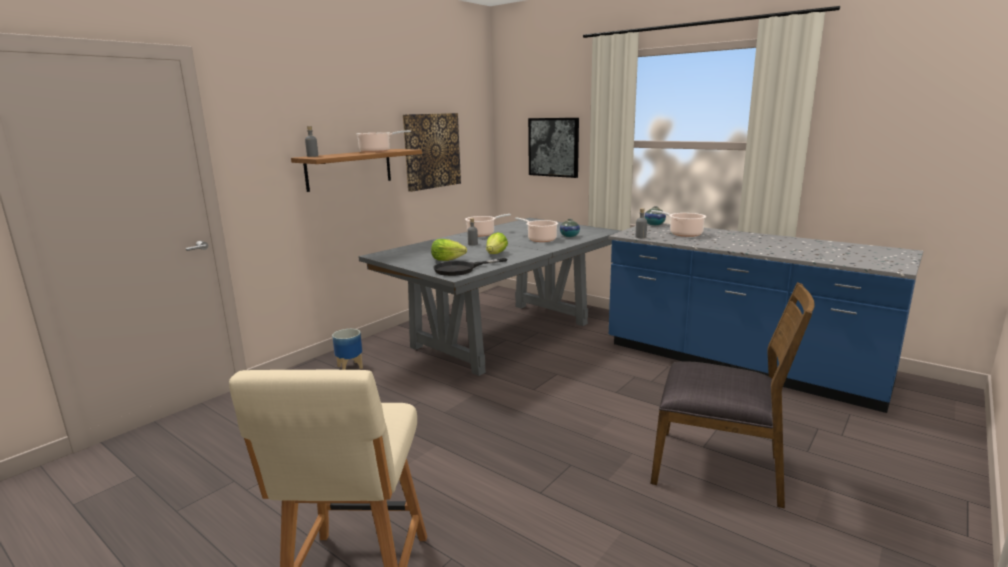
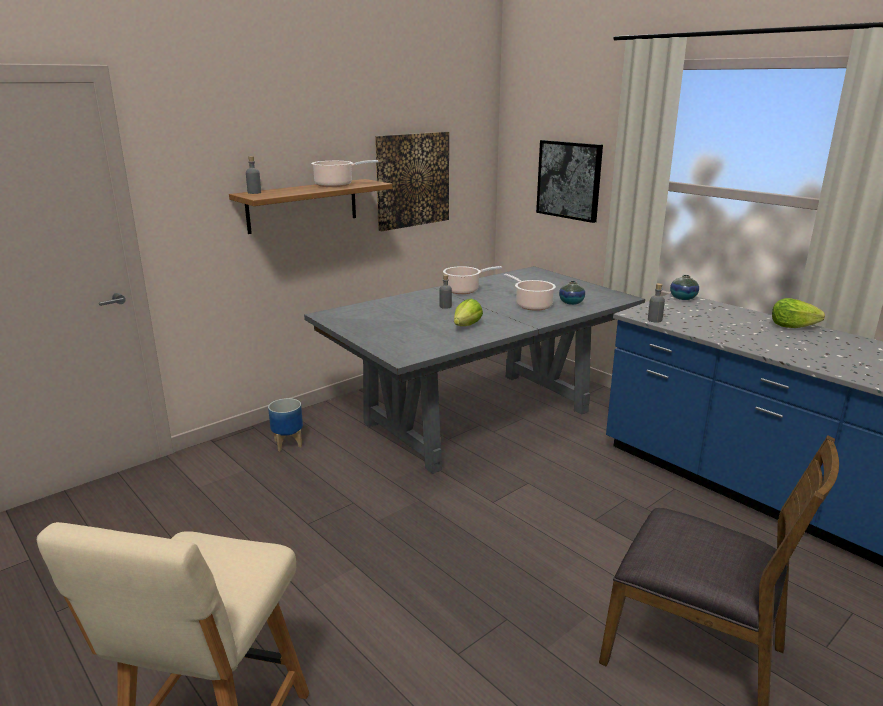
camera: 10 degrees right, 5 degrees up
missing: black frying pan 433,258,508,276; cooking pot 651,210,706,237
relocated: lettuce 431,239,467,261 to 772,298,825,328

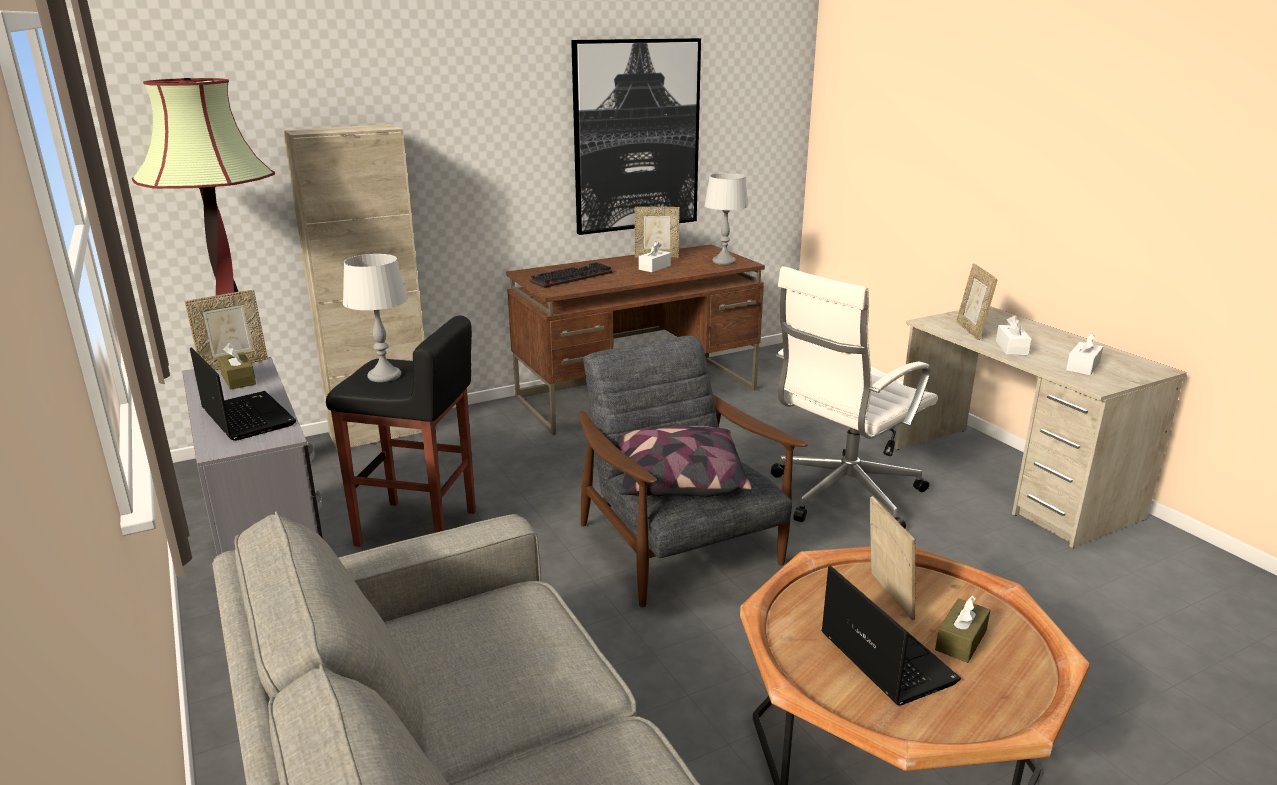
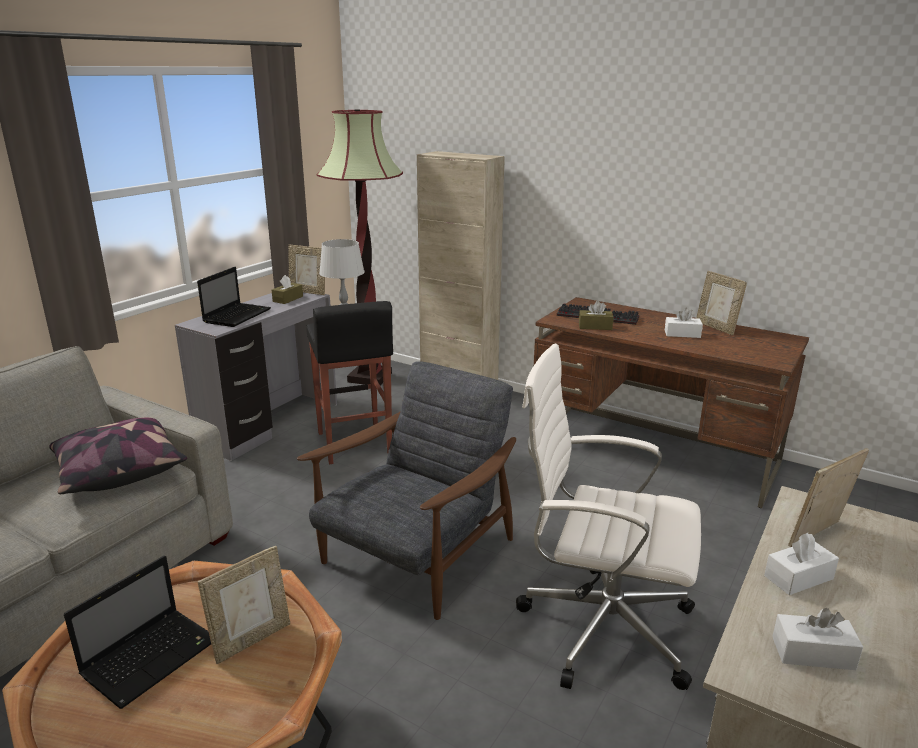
camera: 60 degrees right, 0 degrees up
missing: picture 571,38,701,235; grey table lamp 704,173,749,265
relocated: pillow 617,426,752,497 to 49,417,187,494; brown tissue box 935,596,990,663 to 579,301,614,330

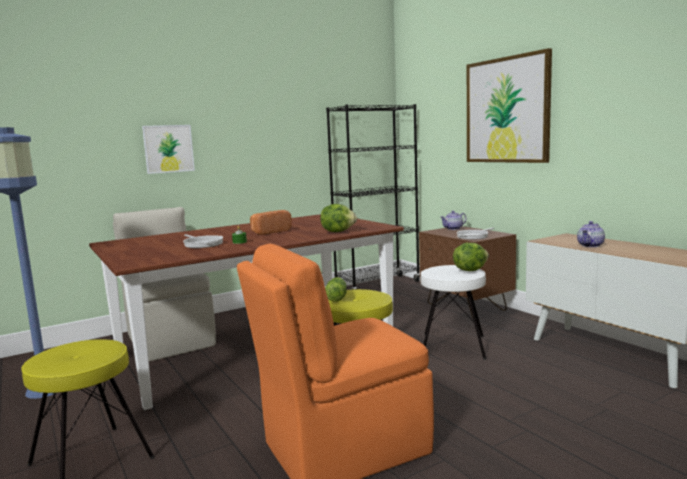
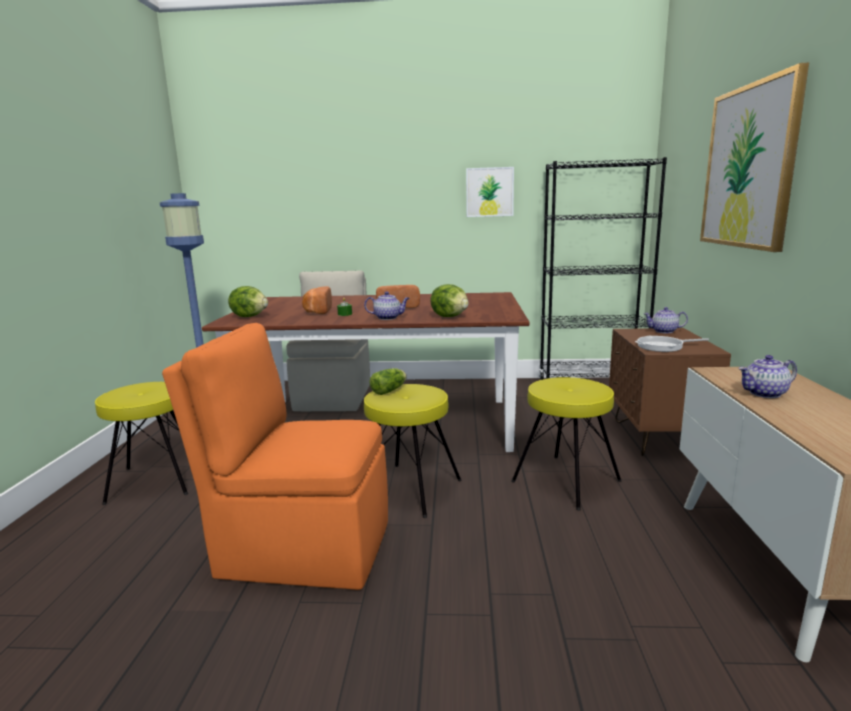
camera: 35 degrees right, 5 degrees up
appeared: teapot 364,291,409,320
relocated: picture 142,125,195,174 to 466,167,514,217; lettuce 453,243,489,271 to 228,286,268,317
exchanged: frying pan 183,234,223,248 to bread 302,286,332,314
colour: white stool 420,265,486,360 to yellow stool 511,377,621,511

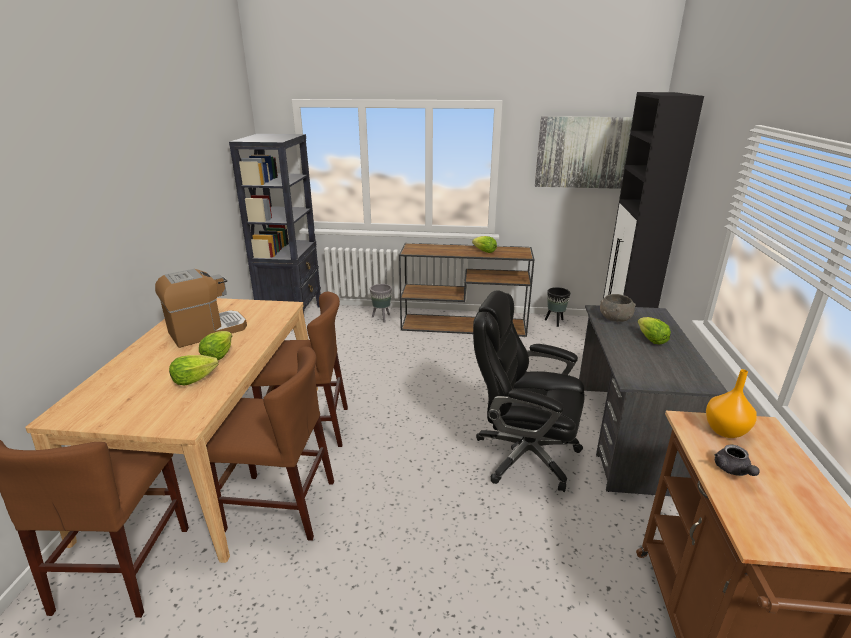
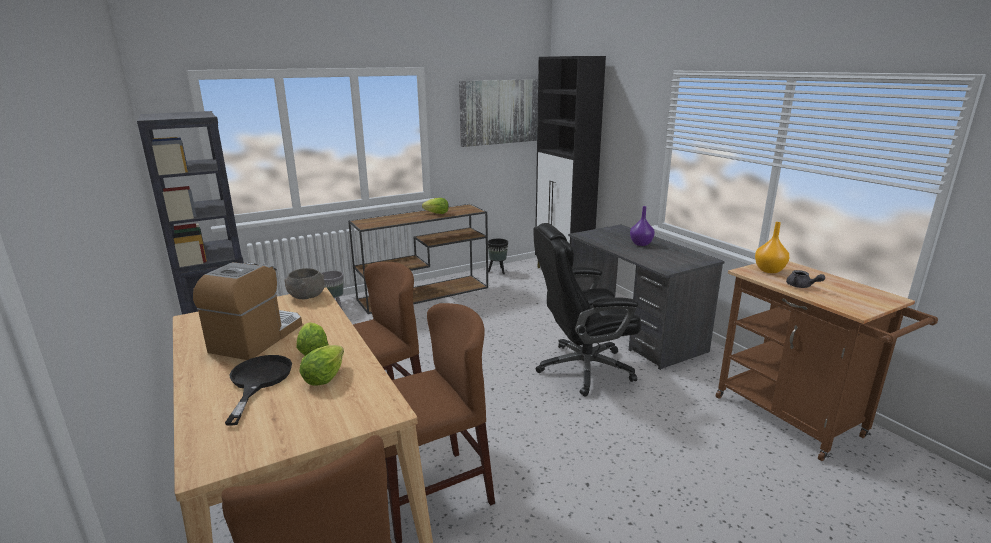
camera: 35 degrees left, 5 degrees down
appeared: black frying pan 225,355,292,426
relocated: grey bowl 600,294,636,322 to 284,268,325,299
exchanged: lettuce 638,317,671,344 to purple vase 630,206,655,246

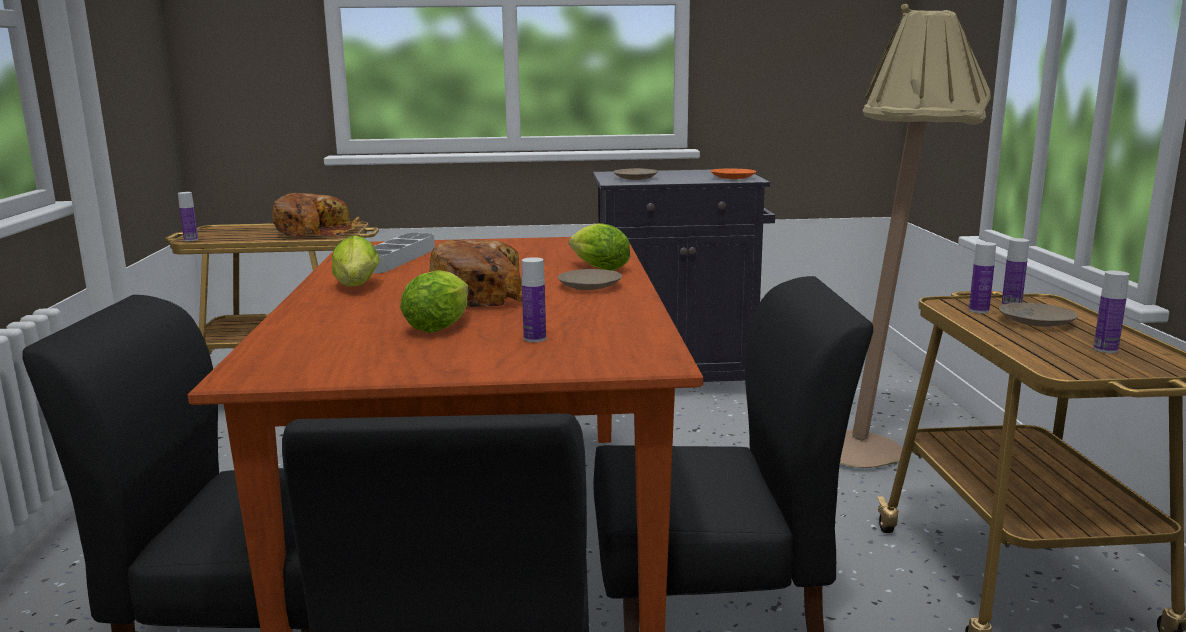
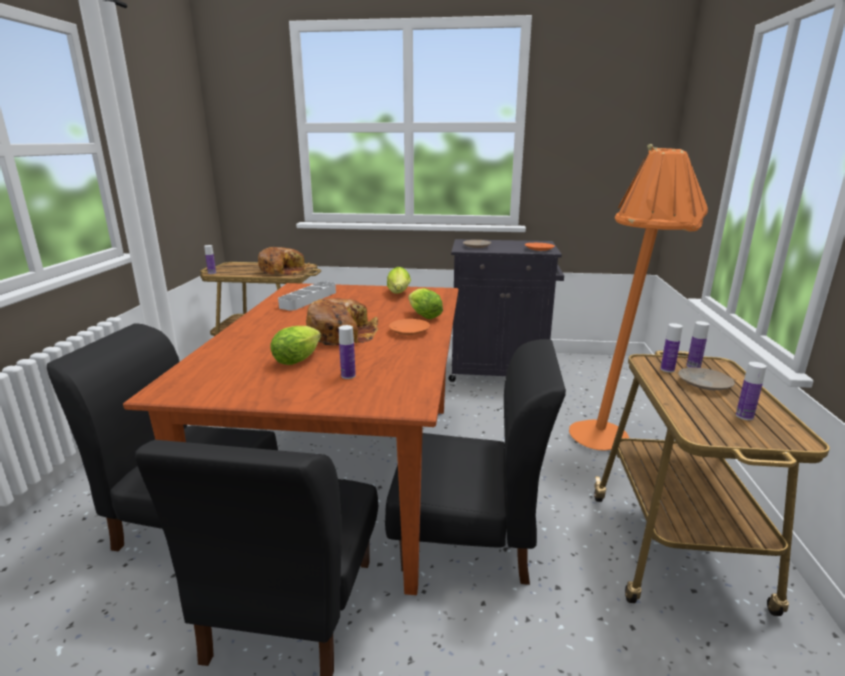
camera: 10 degrees right, 5 degrees up
relocated: lettuce 332,235,380,287 to 387,267,411,294
colour: beige plate 558,269,622,290 to orange plate 389,319,430,335; beige floor lamp 840,4,991,468 to orange floor lamp 569,144,708,450

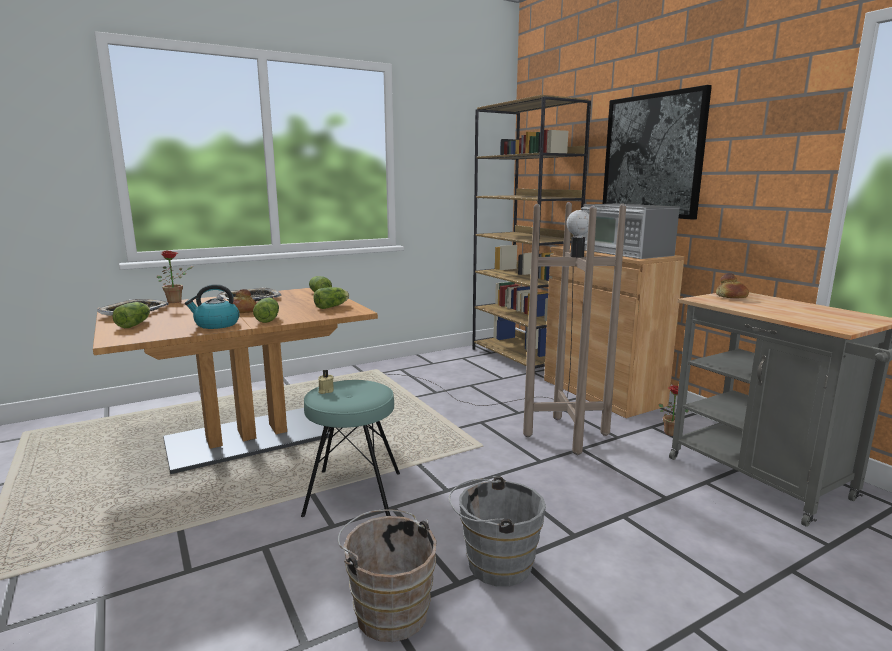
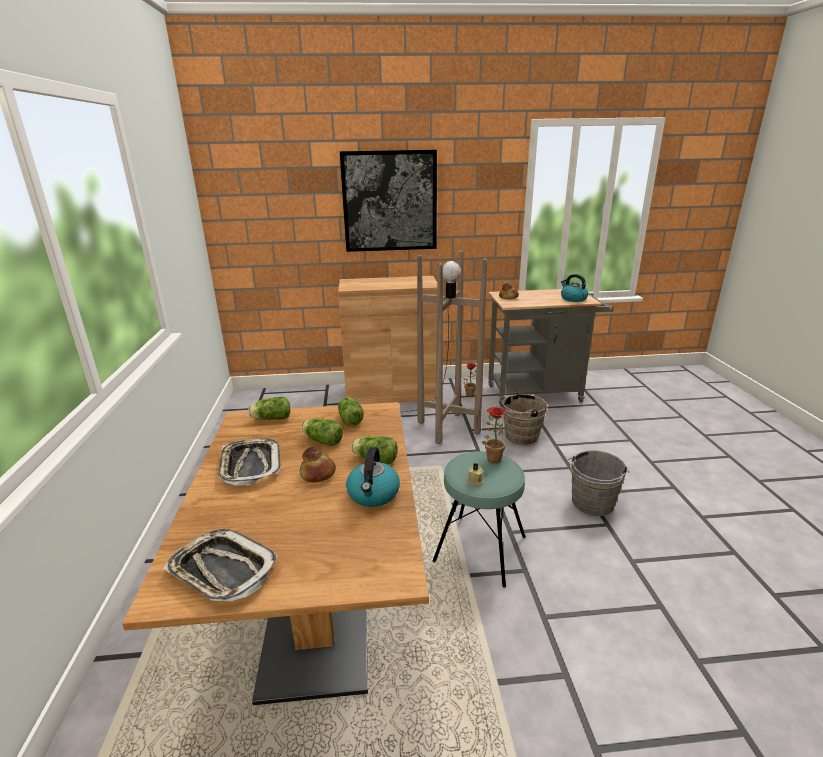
camera: 65 degrees left, 10 degrees up
missing: brown bookcase 472,95,591,368; microwave 581,204,680,259
appeared: kettle 561,274,588,302
relocated: lettuce 112,302,150,328 to 302,418,343,446; potted plant 157,251,193,303 to 482,407,510,463; brown bucket 338,509,437,642 to 497,392,547,445

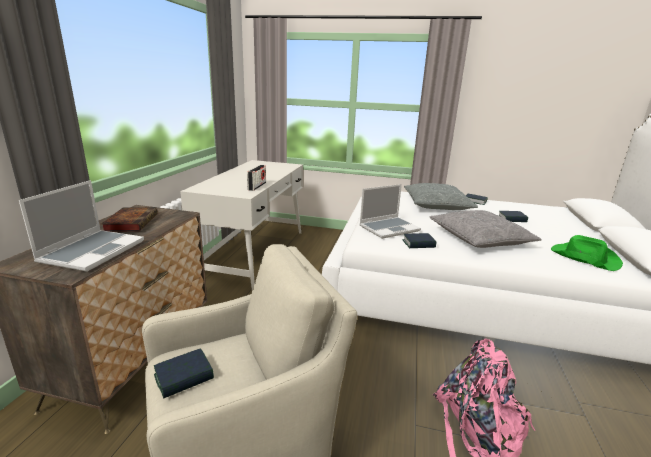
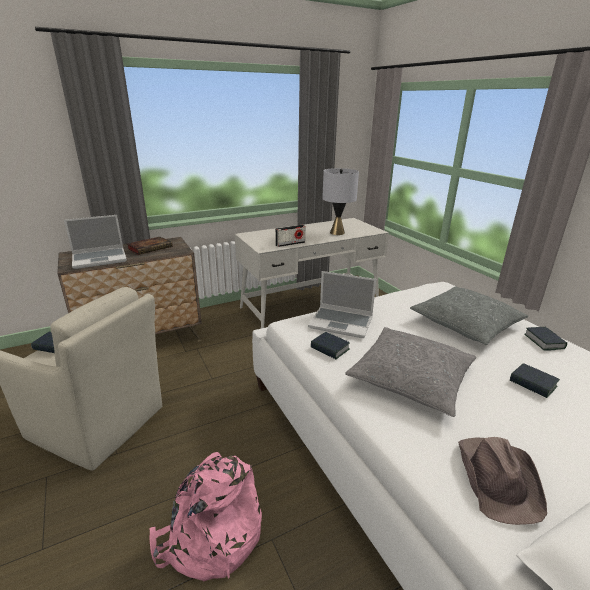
camera: 50 degrees right, 5 degrees up
appeared: grey table lamp 322,168,359,235
colour: green hat 551,235,623,271 to brown hat 458,437,547,525

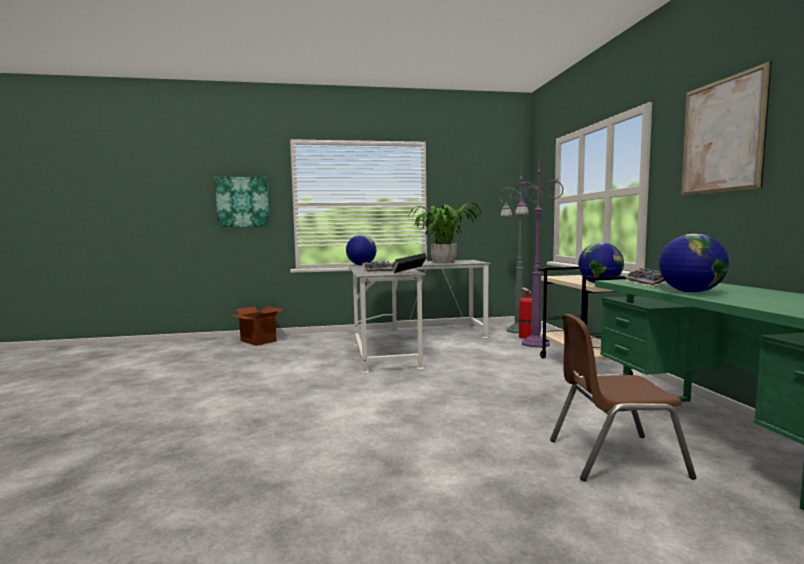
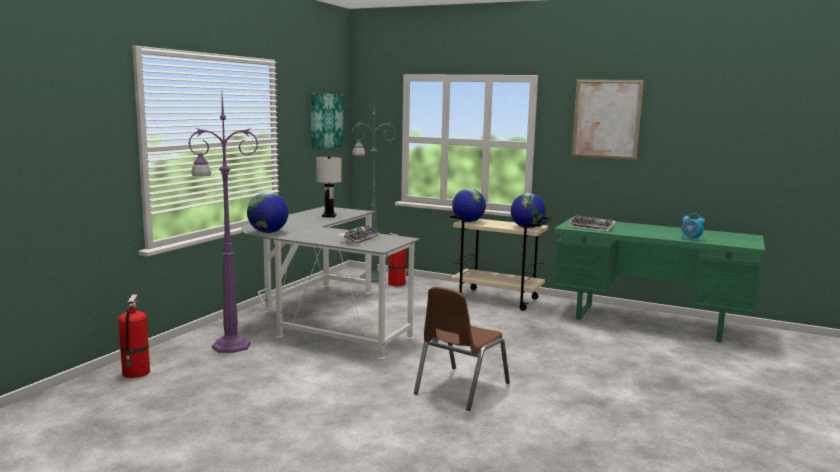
camera: 55 degrees left, 5 degrees up
missing: book 392,253,427,273
appeared: alarm clock 681,213,705,241
relocated: picture 215,177,269,227 to 311,93,343,149; purple floor lamp 515,161,564,348 to 188,96,258,353; brown chair 550,314,696,481 to 414,287,510,411; globe 659,234,729,293 to 452,189,486,222
exchanged: cardboard box 229,306,284,346 to fire extinguisher 118,294,150,378; potted plant 408,203,482,263 to white table lamp 316,156,342,217

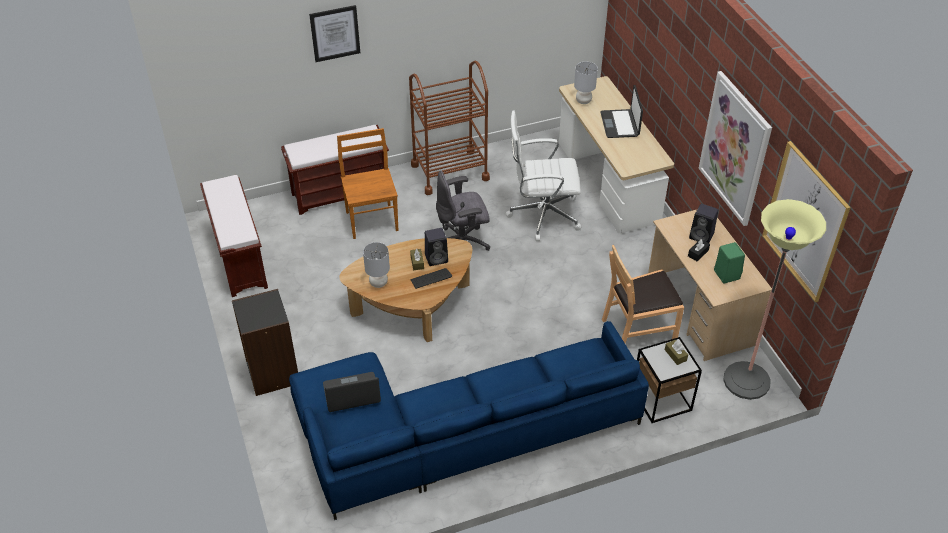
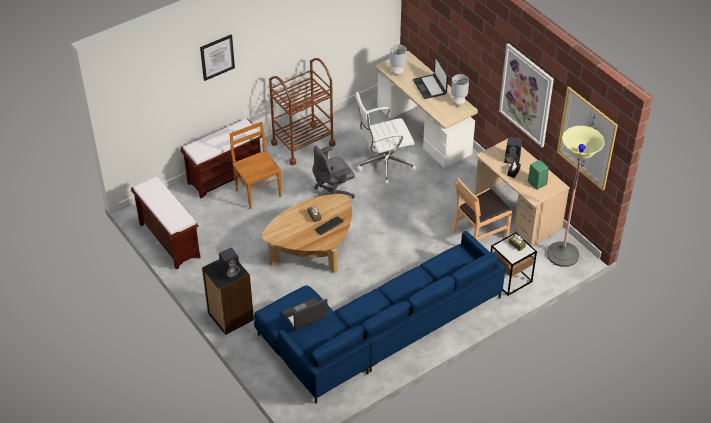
camera: 15 degrees left, 0 degrees up
relocated: grey table lamp 363,242,390,288 to 451,74,469,106; black speaker 425,228,448,266 to 219,248,241,279

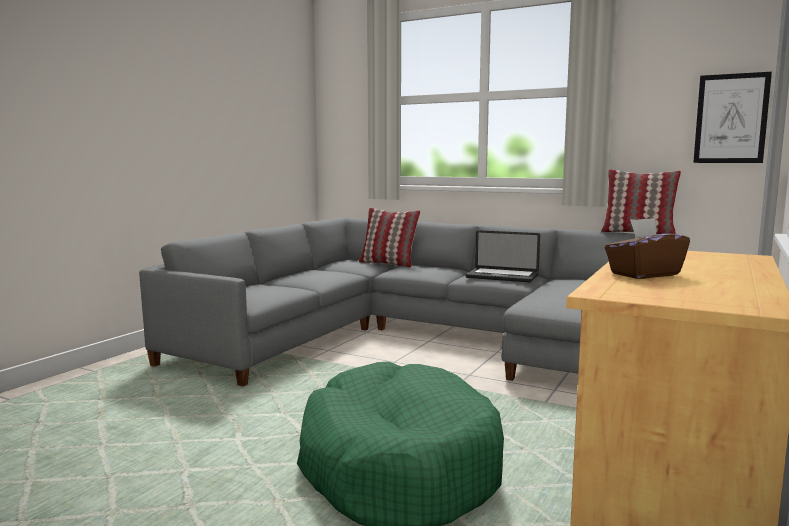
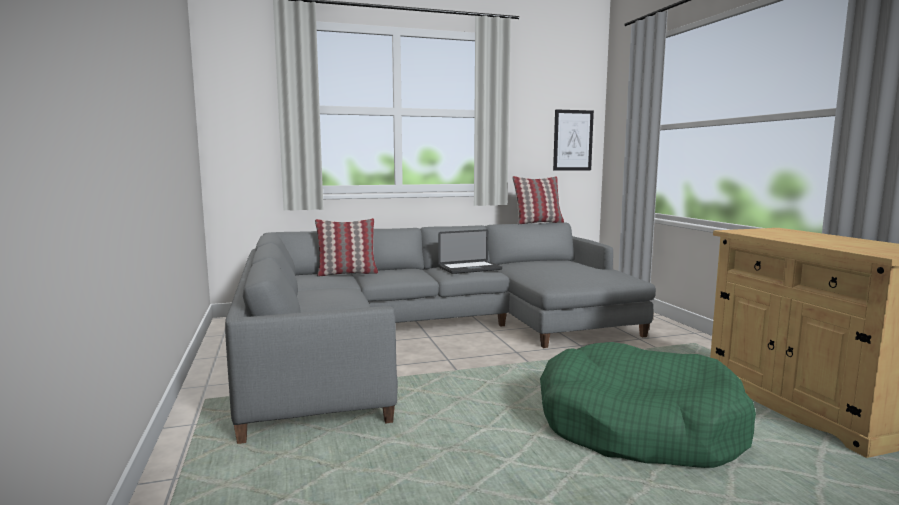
camera: 45 degrees left, 0 degrees up
missing: brown tissue box 605,218,690,279

